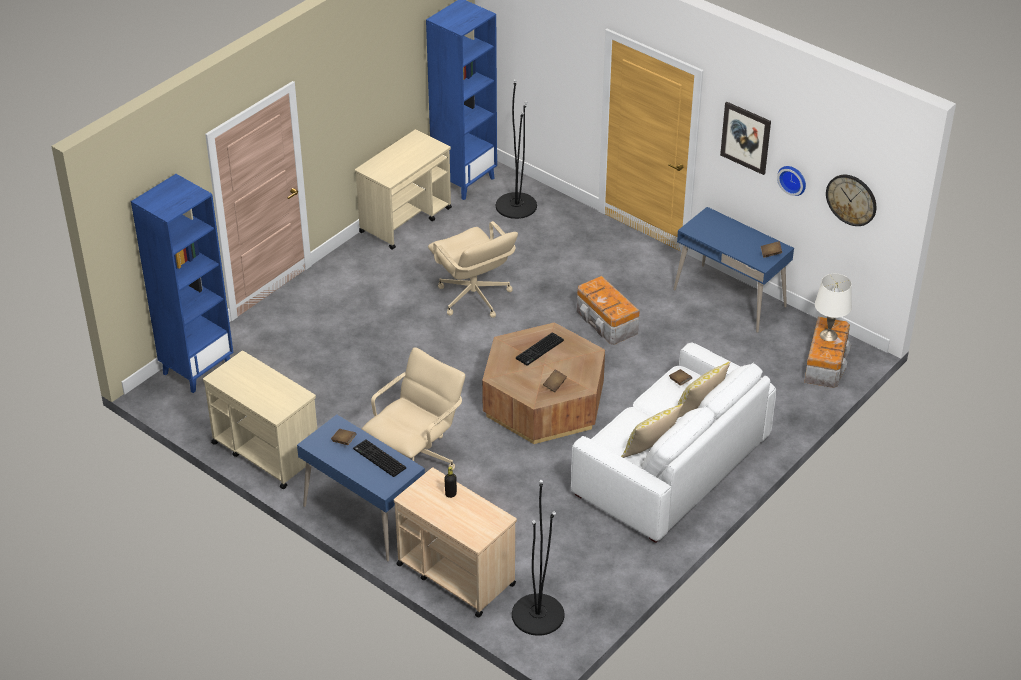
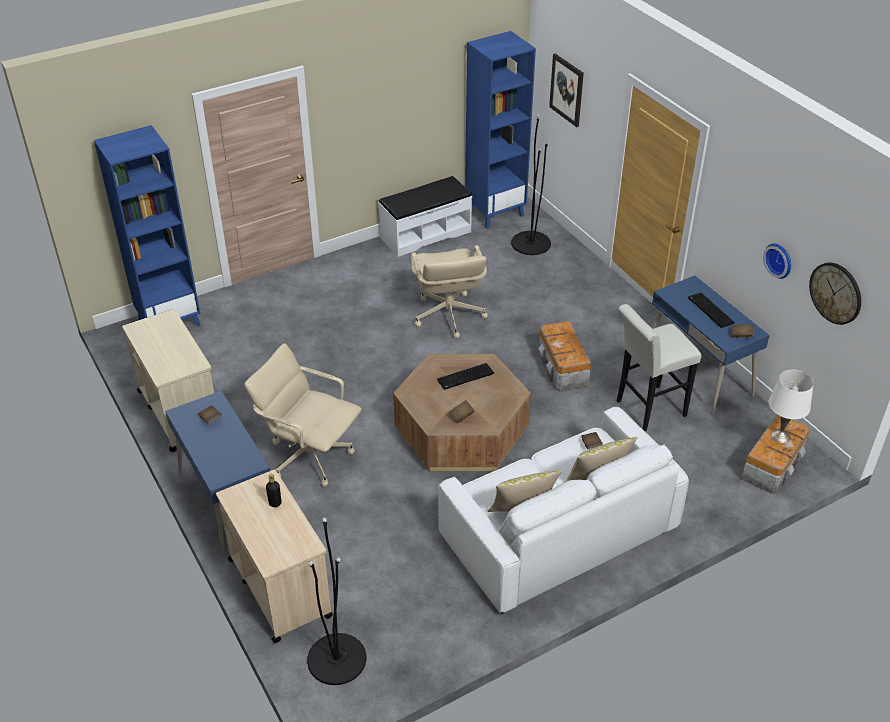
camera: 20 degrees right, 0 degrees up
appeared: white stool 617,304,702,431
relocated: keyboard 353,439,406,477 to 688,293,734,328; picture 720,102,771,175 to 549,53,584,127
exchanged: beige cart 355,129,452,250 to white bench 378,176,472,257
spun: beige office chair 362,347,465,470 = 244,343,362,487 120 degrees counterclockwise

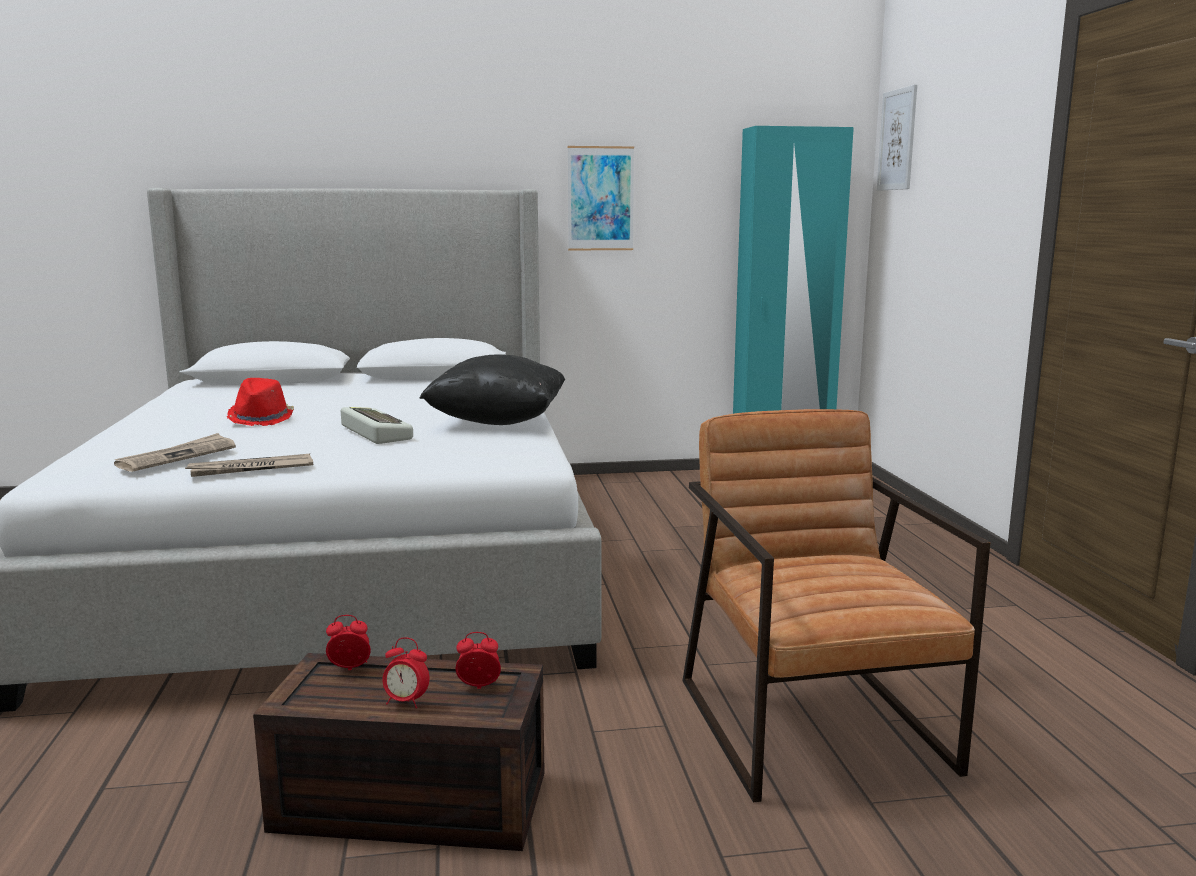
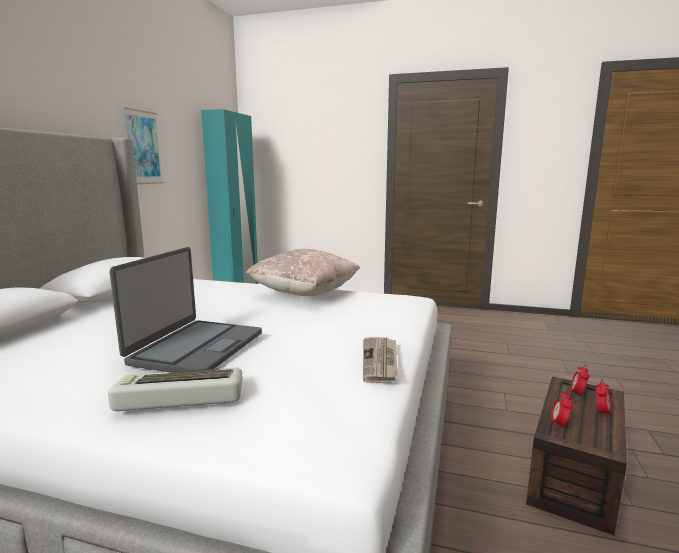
camera: 65 degrees left, 0 degrees up
missing: newspaper 114,433,236,472; brown armchair 682,409,990,802; picture 877,85,917,191
relocated: keyboard 341,407,413,444 to 108,368,243,411
exchanged: red hat 227,378,294,426 to laptop 110,247,262,372
colour: black pillow 419,354,565,425 to beige pillow 246,249,360,296

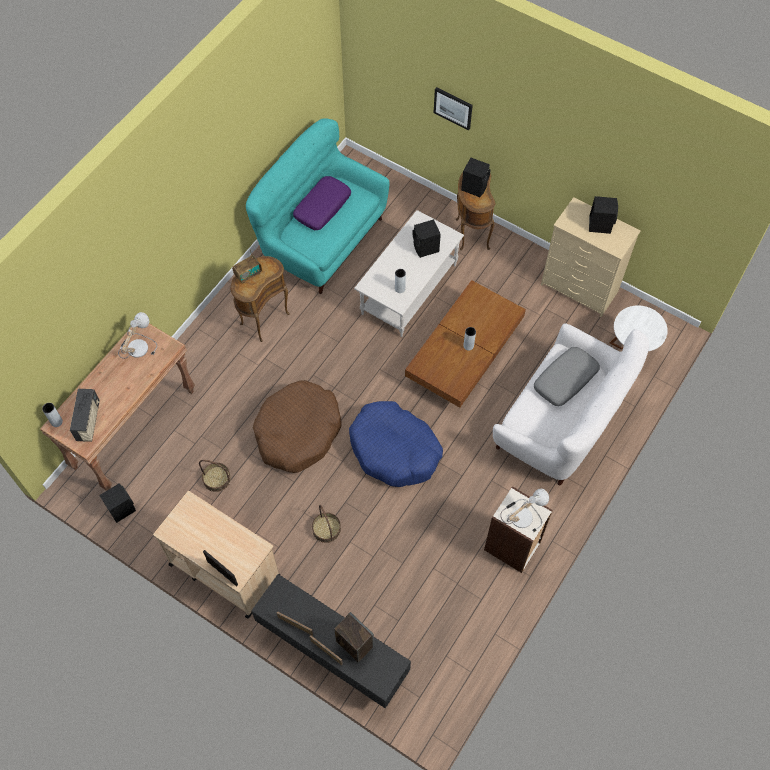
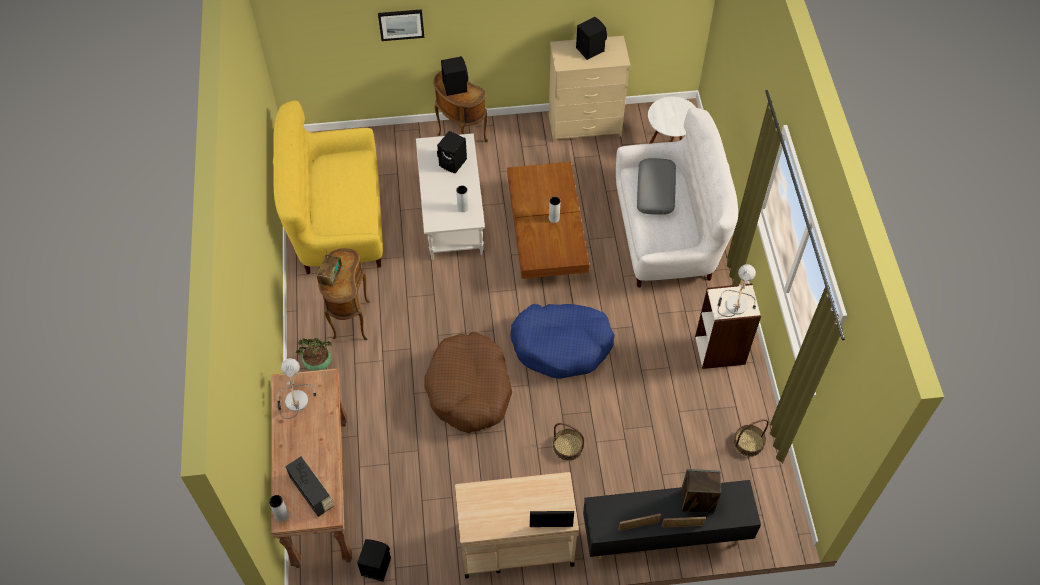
camera: 40 degrees left, 5 degrees down
missing: purple pillow 293,176,351,230
appeared: potted plant 296,338,332,371
relocated: basket 199,460,231,492 to 734,419,769,457
colour: turquoise sofa 246,119,389,294 to yellow sofa 273,100,383,274

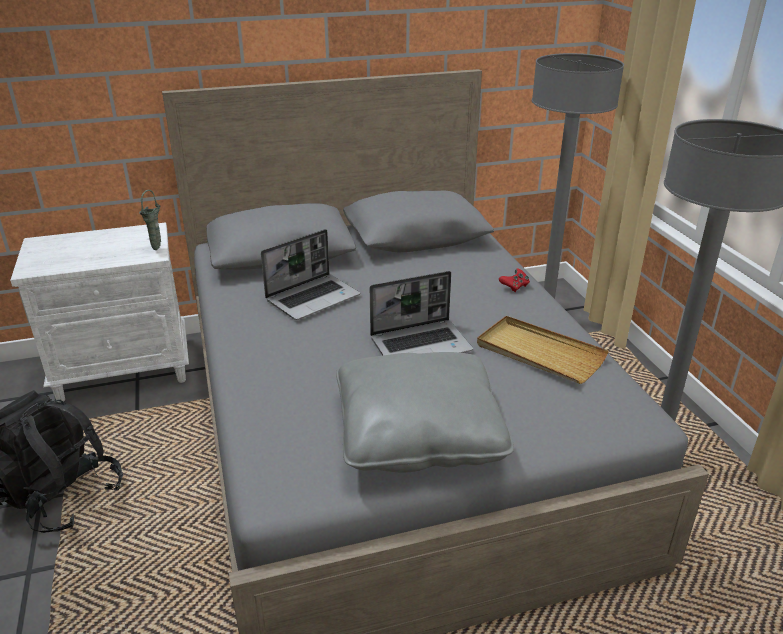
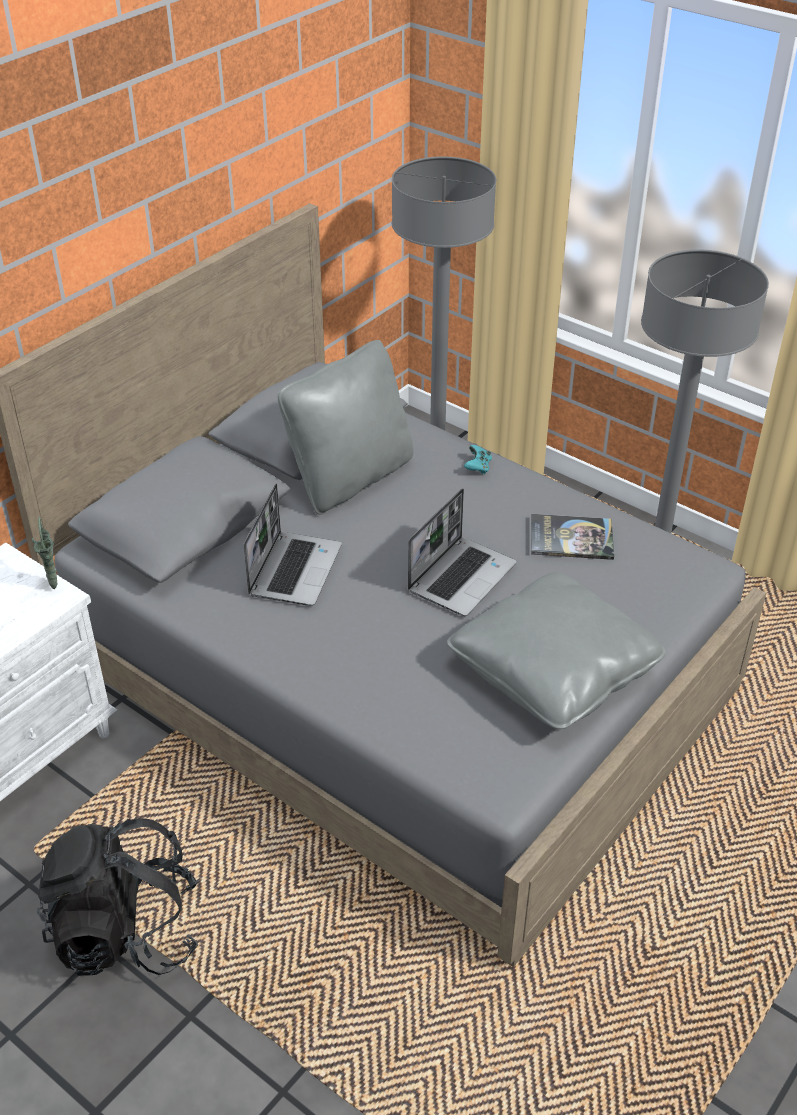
camera: 35 degrees left, 10 degrees up
appeared: grey pillow 278,340,414,515
exchanged: beige tray 477,316,609,384 to book 531,514,614,560
colour: red game controller 499,268,529,292 to turquoise game controller 464,445,492,474

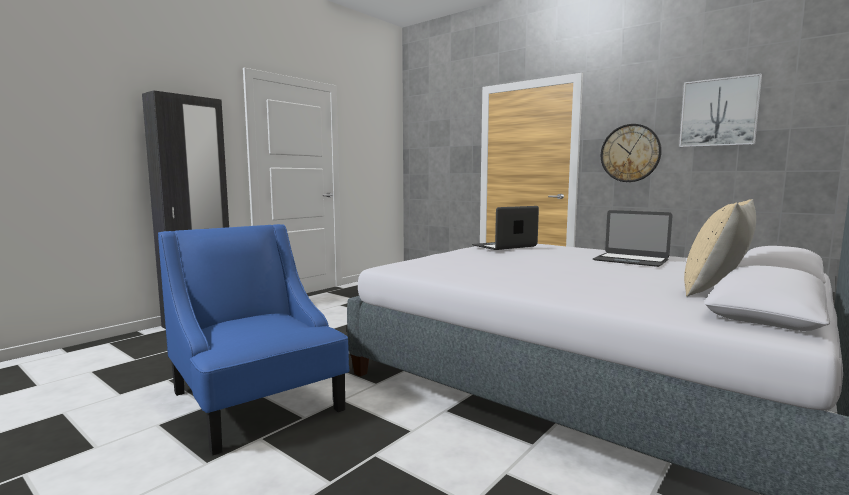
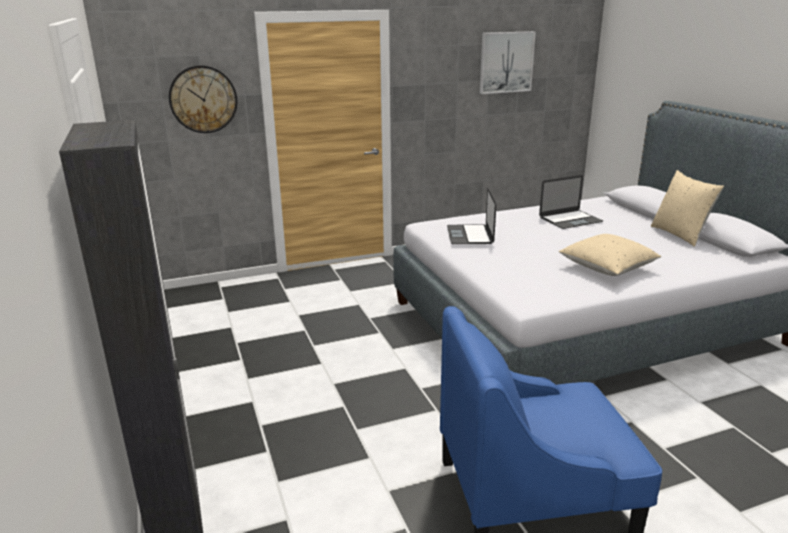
camera: 60 degrees left, 15 degrees up
appeared: beige pillow 559,234,661,276
relocated: wall clock 601,124,662,182 to 169,65,237,133

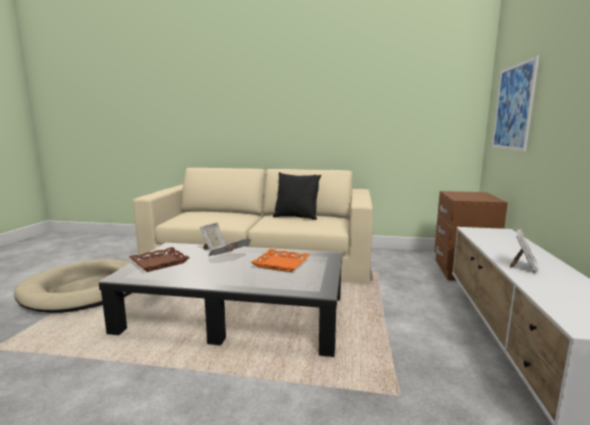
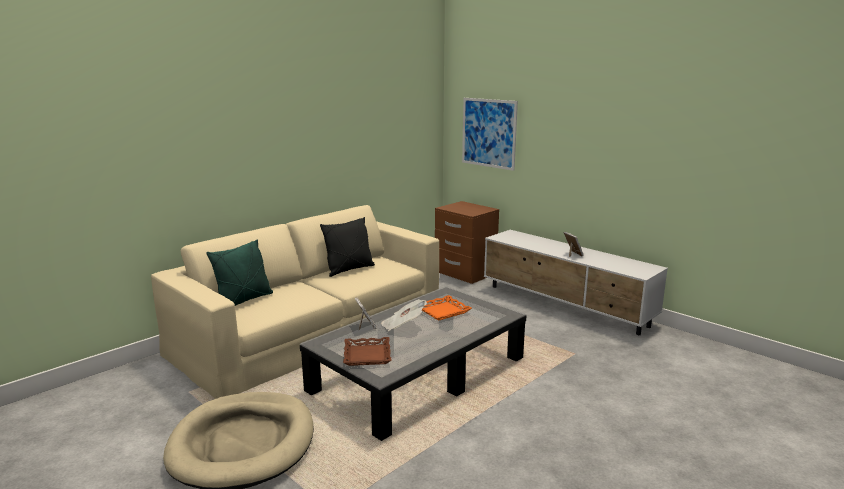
camera: 55 degrees left, 5 degrees up
appeared: green pillow 206,239,273,306

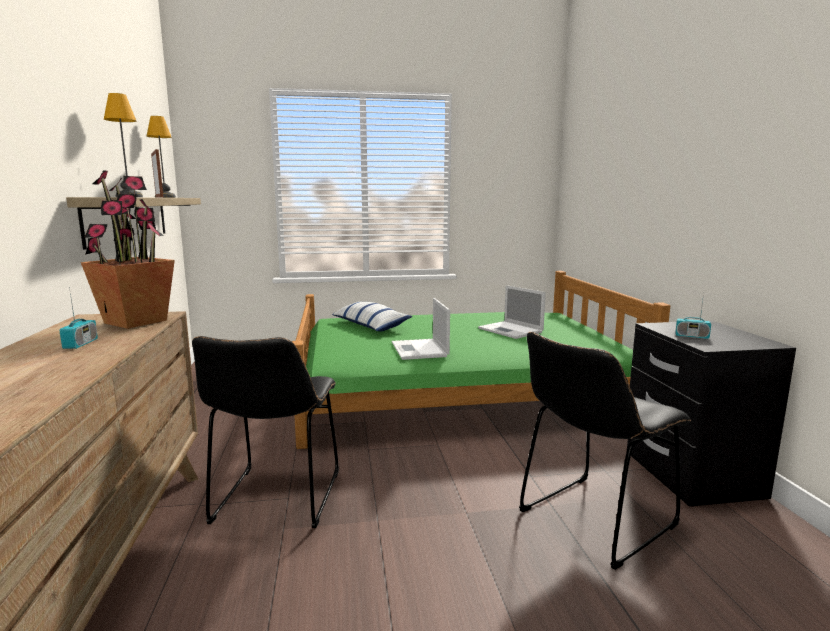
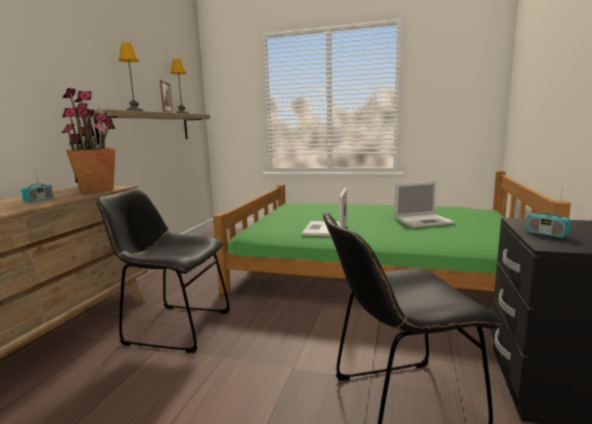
camera: 25 degrees right, 0 degrees up
missing: pillow 332,302,412,332
spun: black chair 192,336,339,528 = 97,188,230,353 75 degrees clockwise; laptop 478,285,546,339 = 395,182,455,228 90 degrees counterclockwise

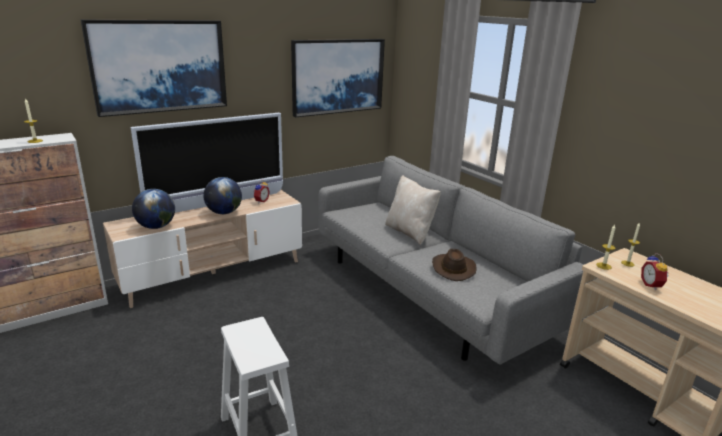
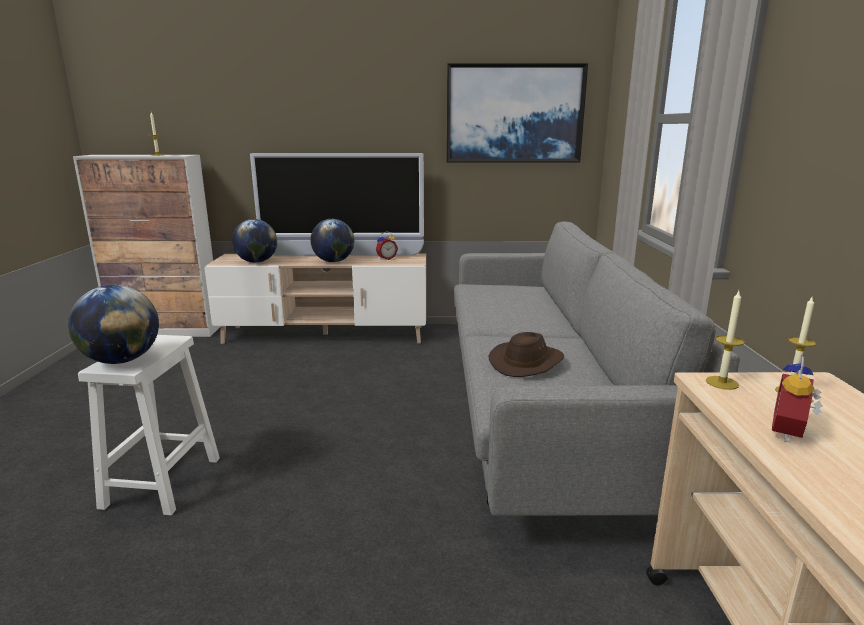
camera: 35 degrees right, 5 degrees down
missing: picture 81,19,227,117; beige pillow 385,175,441,245
appeared: globe 68,285,159,364

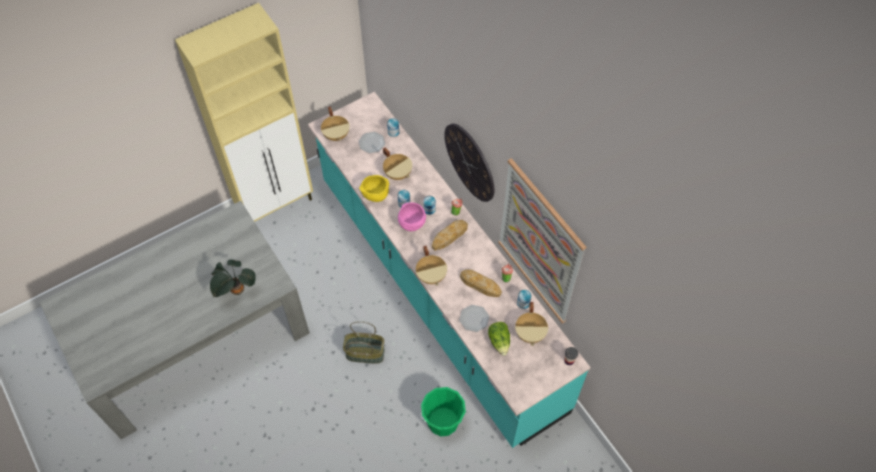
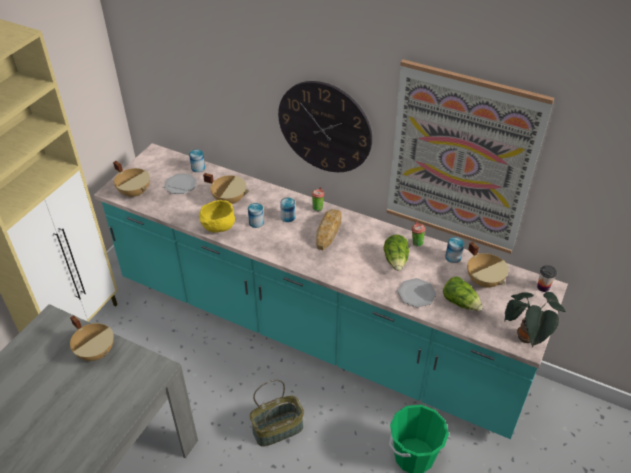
camera: 30 degrees left, 15 degrees down
missing: pink bowl 398,202,426,231
relocated: potted plant 210,260,256,297 to 505,292,565,348; beige cooking pot 416,246,447,286 to 70,315,114,361
exchanged: bread 460,269,502,297 to lettuce 384,235,409,271

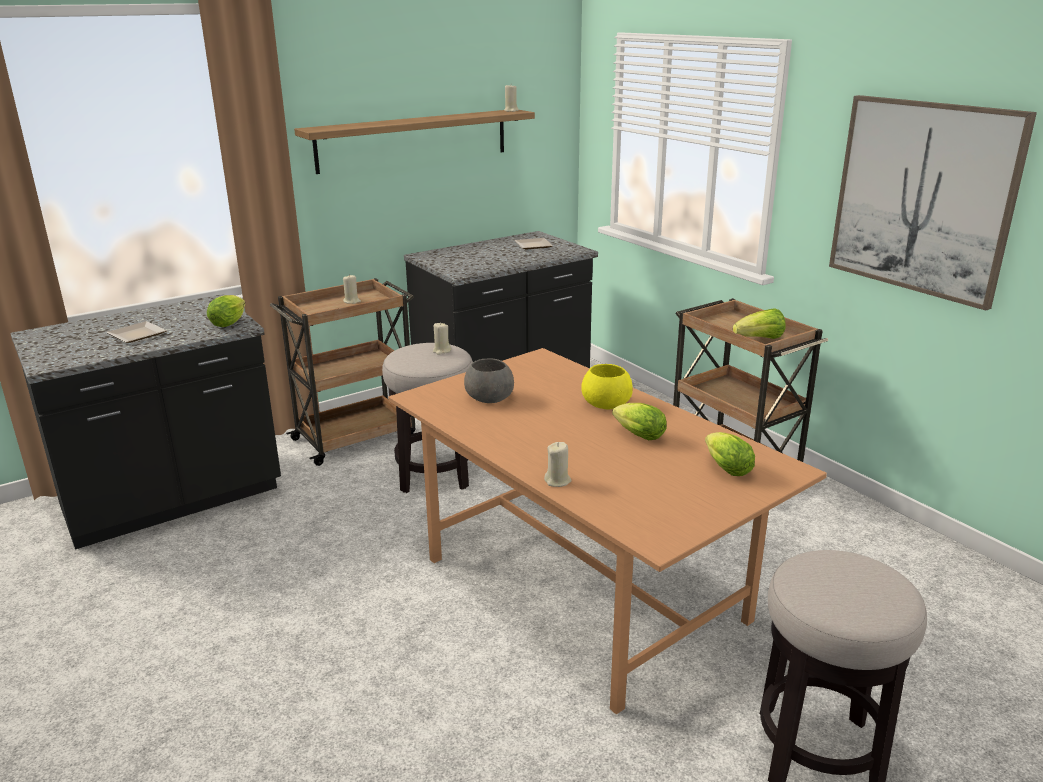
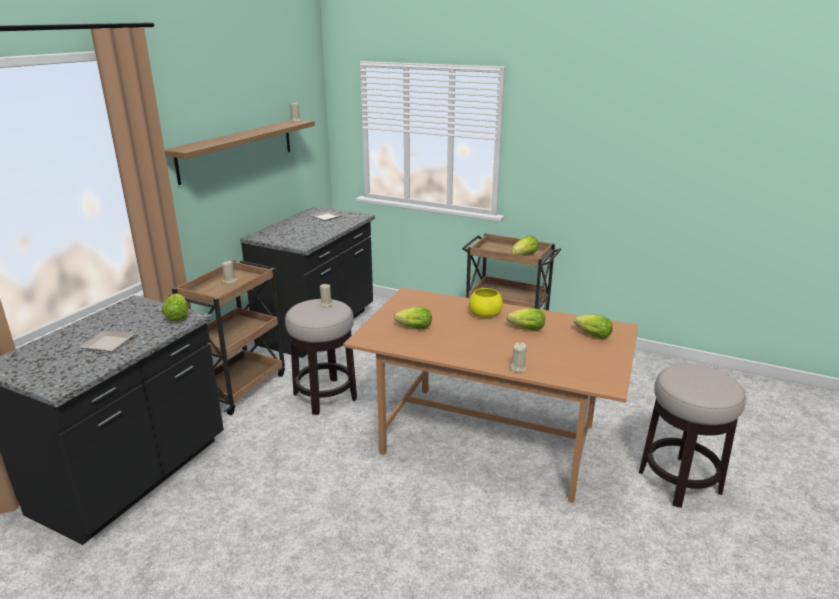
camera: 30 degrees left, 0 degrees up
missing: picture 829,95,1037,311
exchanged: grey bowl 464,359,514,403 to lettuce 394,307,432,329

